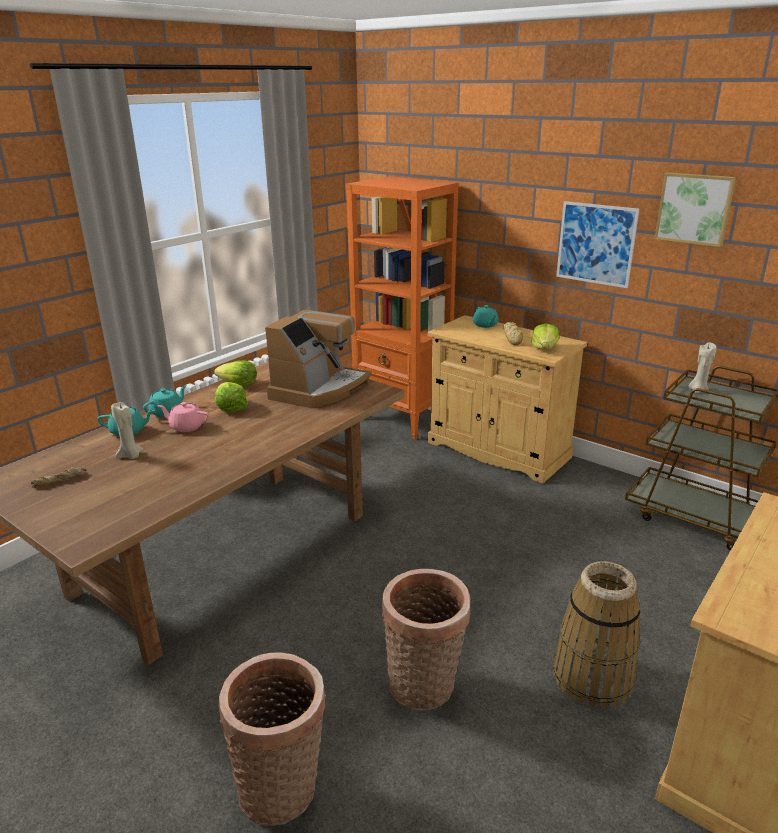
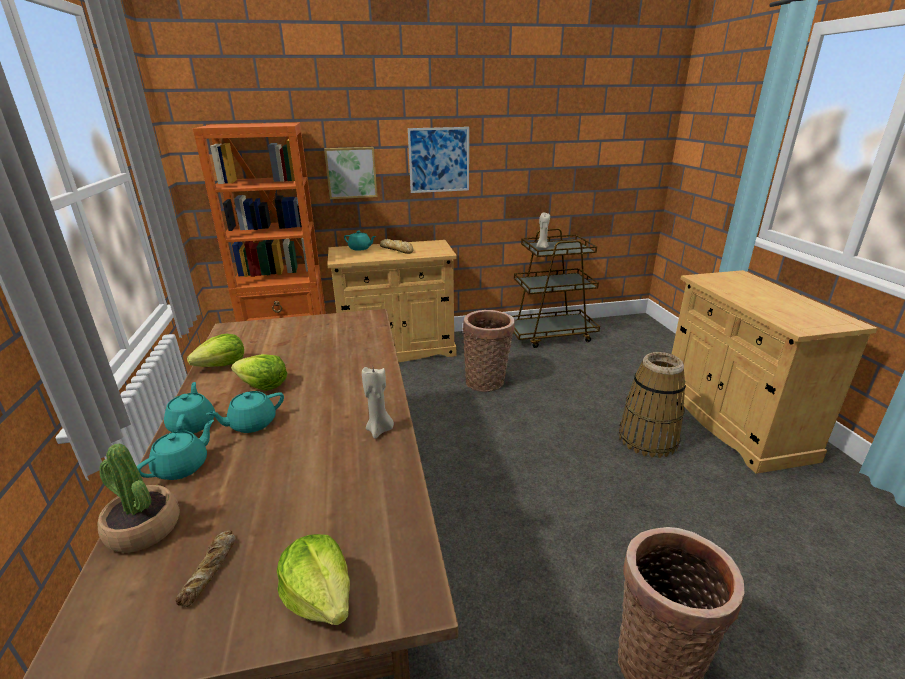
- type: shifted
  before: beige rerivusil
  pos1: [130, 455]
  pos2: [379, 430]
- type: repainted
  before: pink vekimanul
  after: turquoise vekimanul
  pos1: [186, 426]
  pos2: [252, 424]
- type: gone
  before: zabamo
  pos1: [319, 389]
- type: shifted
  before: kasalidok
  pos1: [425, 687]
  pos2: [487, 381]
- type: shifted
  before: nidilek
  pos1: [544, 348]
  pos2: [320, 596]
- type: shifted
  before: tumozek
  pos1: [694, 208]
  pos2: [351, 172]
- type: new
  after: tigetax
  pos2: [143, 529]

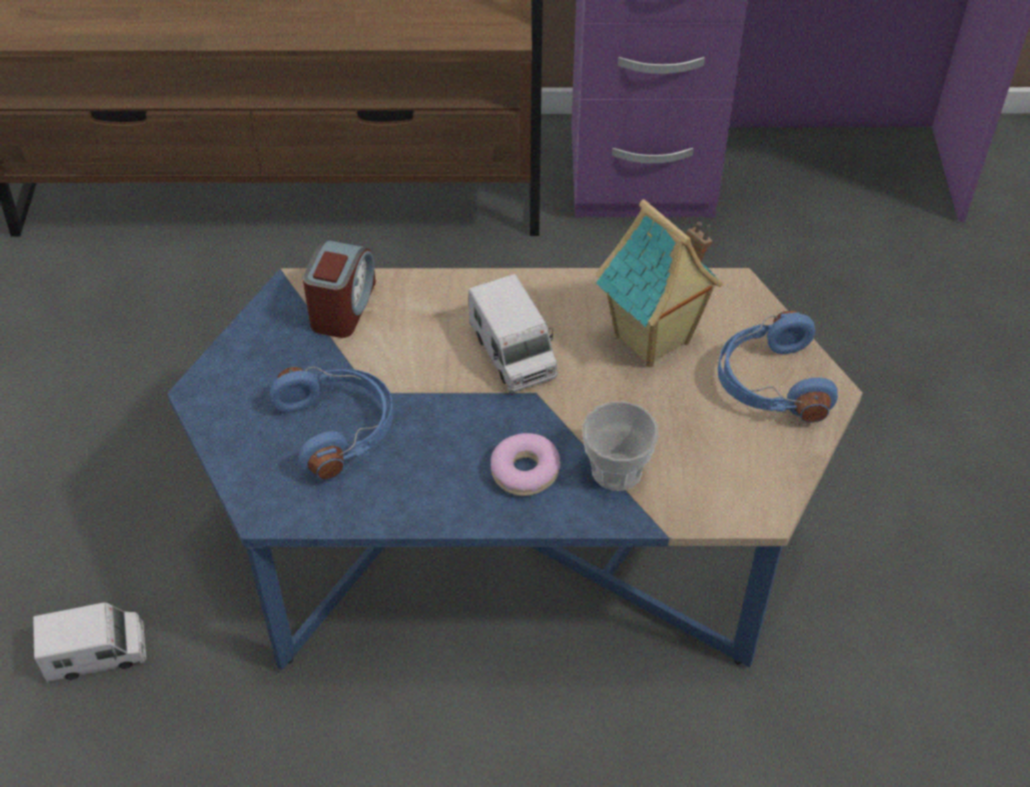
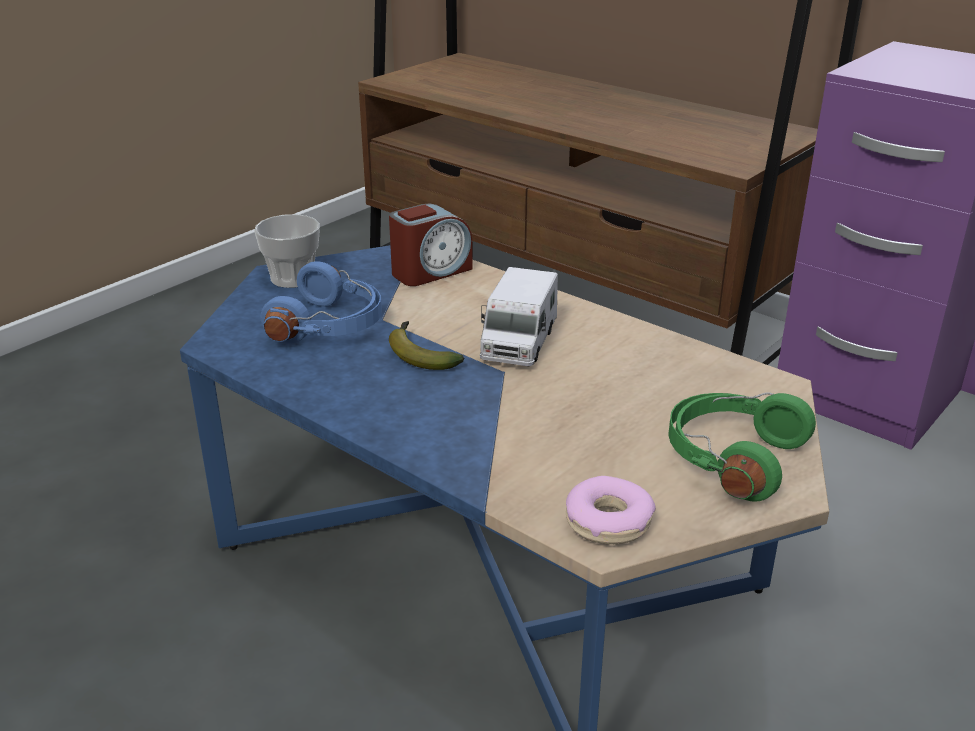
- type: gone
  before: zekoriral
  pos1: [96, 654]
- type: shifted
  before: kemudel
  pos1: [525, 471]
  pos2: [608, 522]
- type: shifted
  before: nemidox
  pos1: [616, 470]
  pos2: [292, 278]
- type: gone
  before: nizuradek
  pos1: [653, 341]
- type: repainted
  before: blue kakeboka
  after: green kakeboka
  pos1: [770, 383]
  pos2: [730, 458]
- type: new
  after: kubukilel
  pos2: [420, 354]

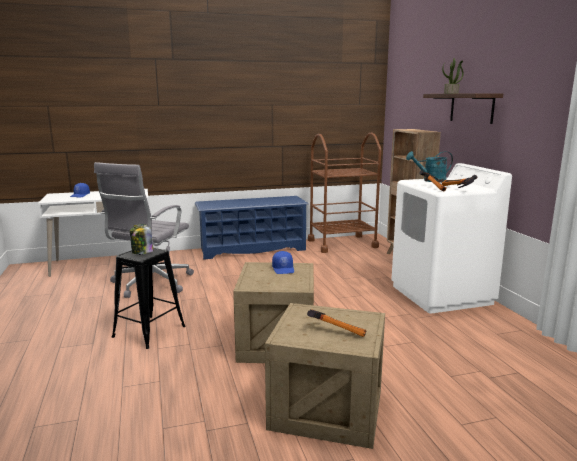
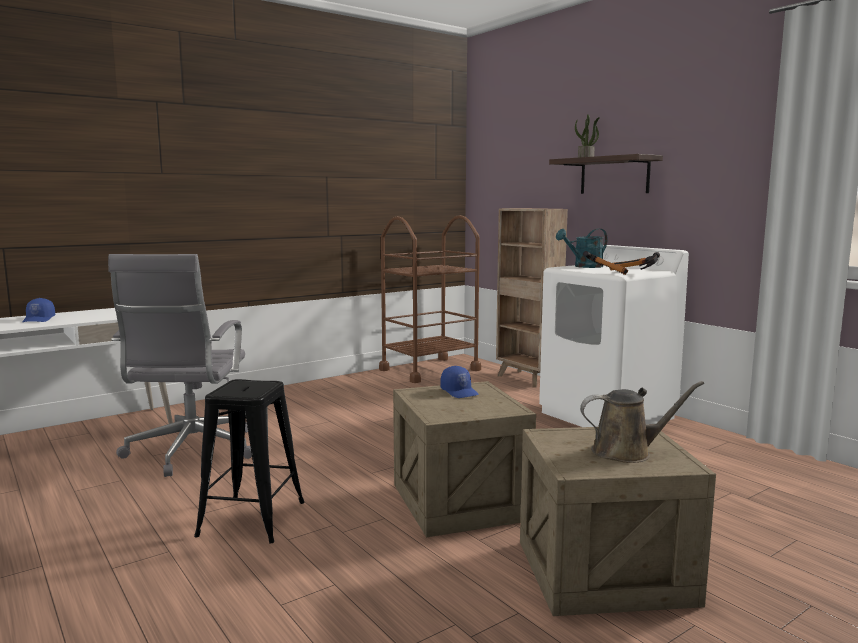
- type: gone
  before: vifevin
  pos1: [142, 252]
- type: gone
  before: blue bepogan
  pos1: [252, 249]
- type: swapped
  before: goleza
  after: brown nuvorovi
  pos1: [337, 331]
  pos2: [627, 452]

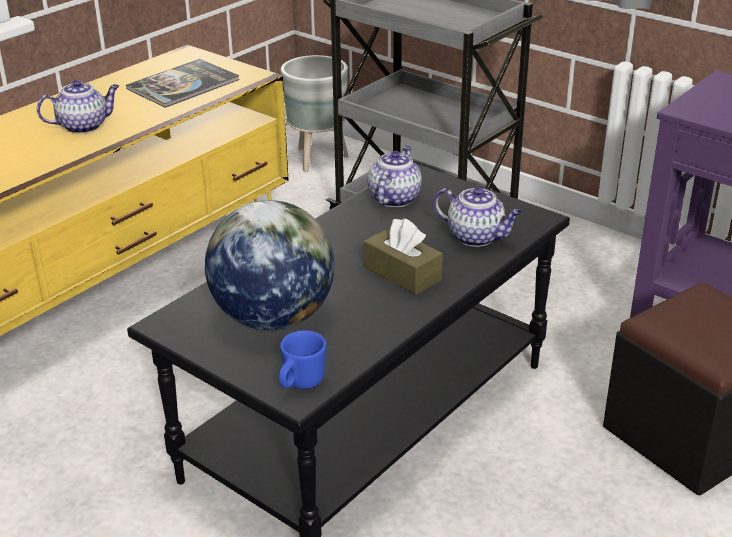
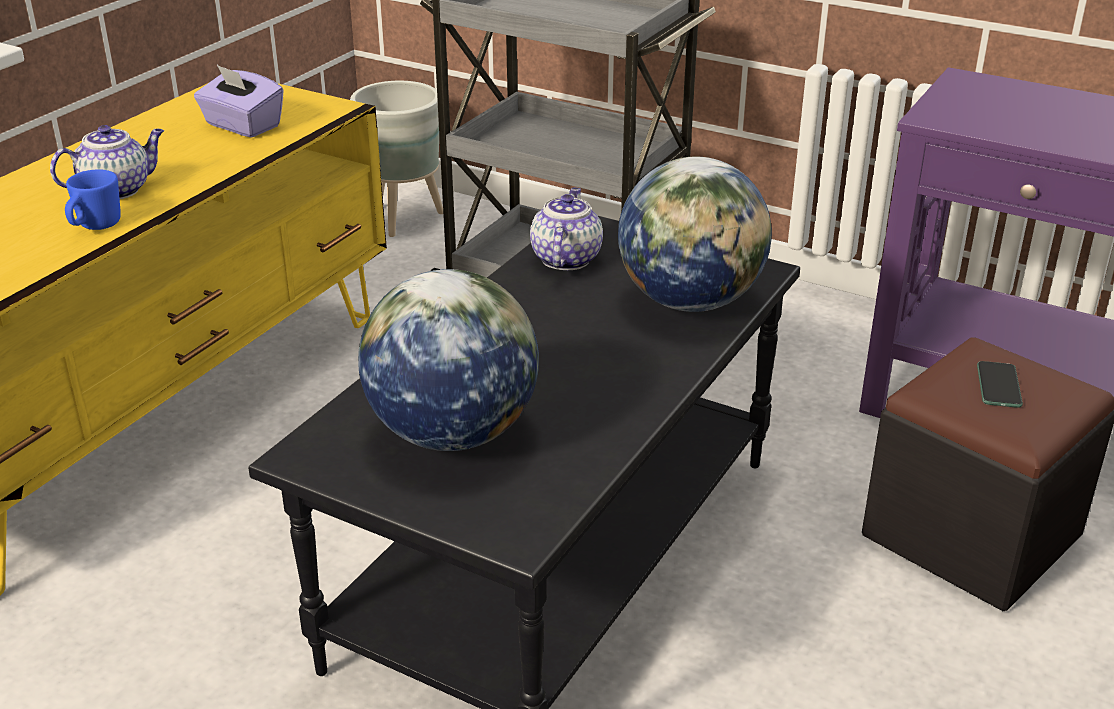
- type: swapped
  before: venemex
  after: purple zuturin
  pos1: [183, 85]
  pos2: [242, 126]
- type: shifted
  before: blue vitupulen
  pos1: [300, 384]
  pos2: [95, 227]
- type: gone
  before: brown zuturin
  pos1: [402, 273]
- type: swapped
  before: vekimanul
  after: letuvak
  pos1: [477, 237]
  pos2: [690, 301]
- type: new
  after: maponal
  pos2: [998, 386]

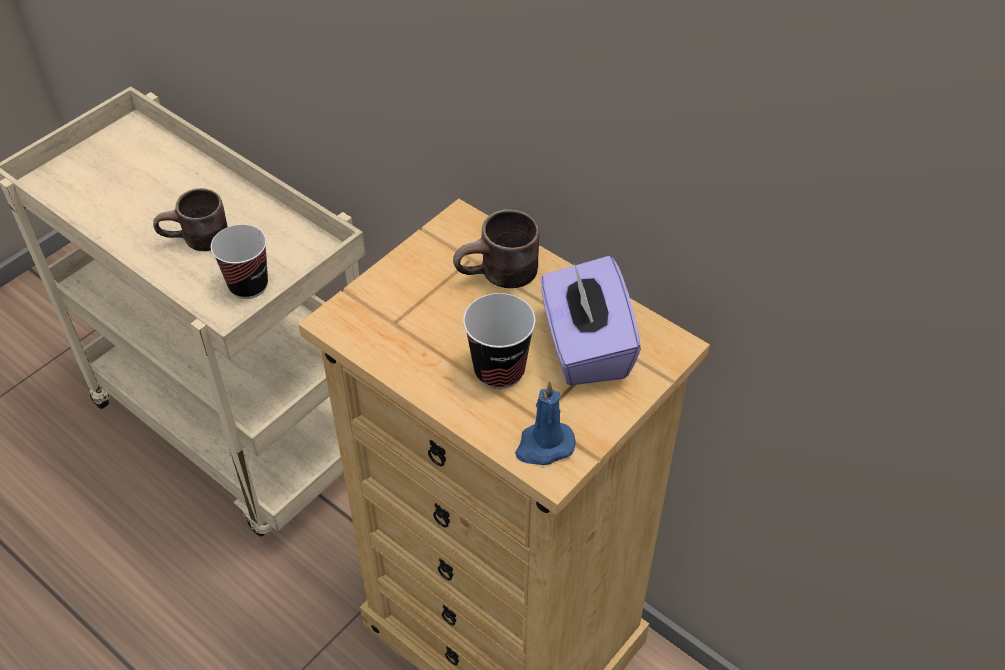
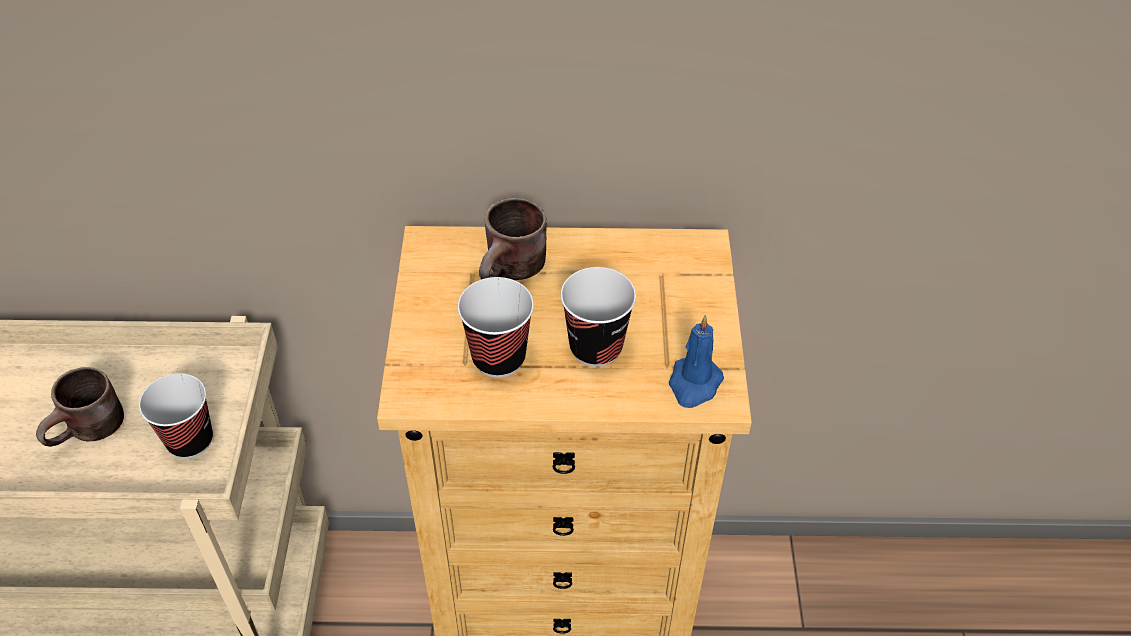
- type: gone
  before: purple zuturin
  pos1: [585, 347]
- type: new
  after: nemidox
  pos2: [498, 358]

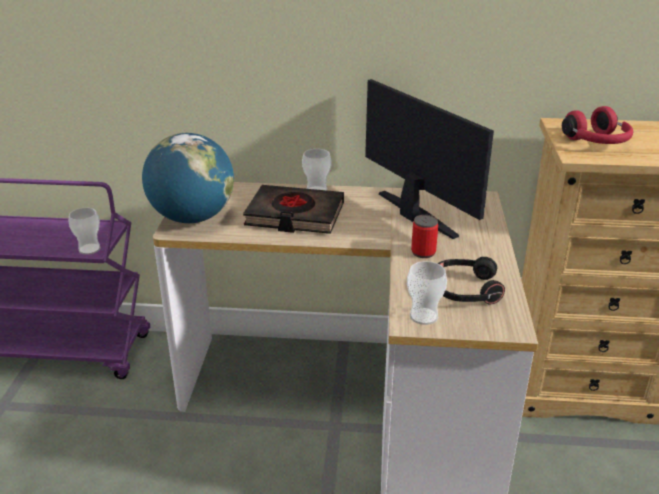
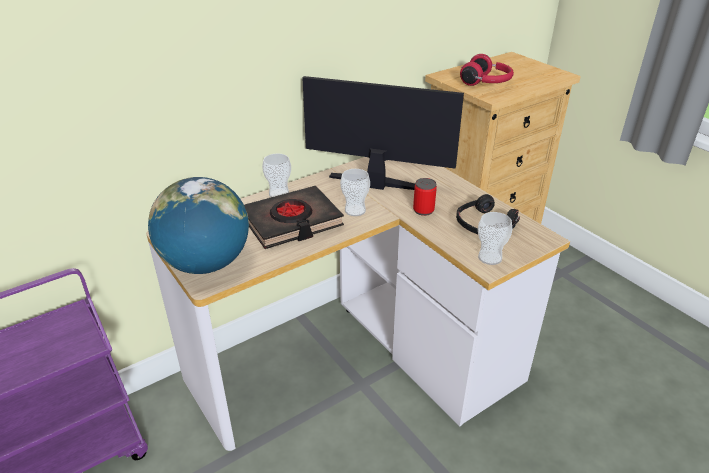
- type: shifted
  before: nemidox
  pos1: [89, 249]
  pos2: [355, 210]

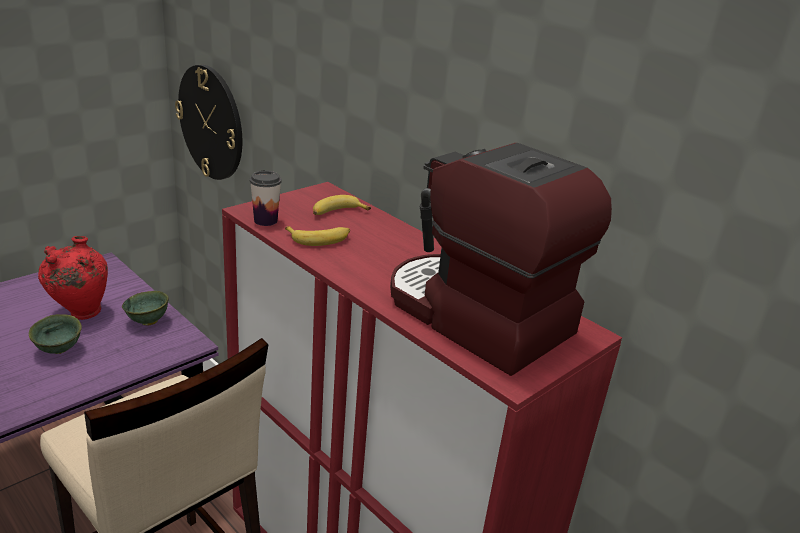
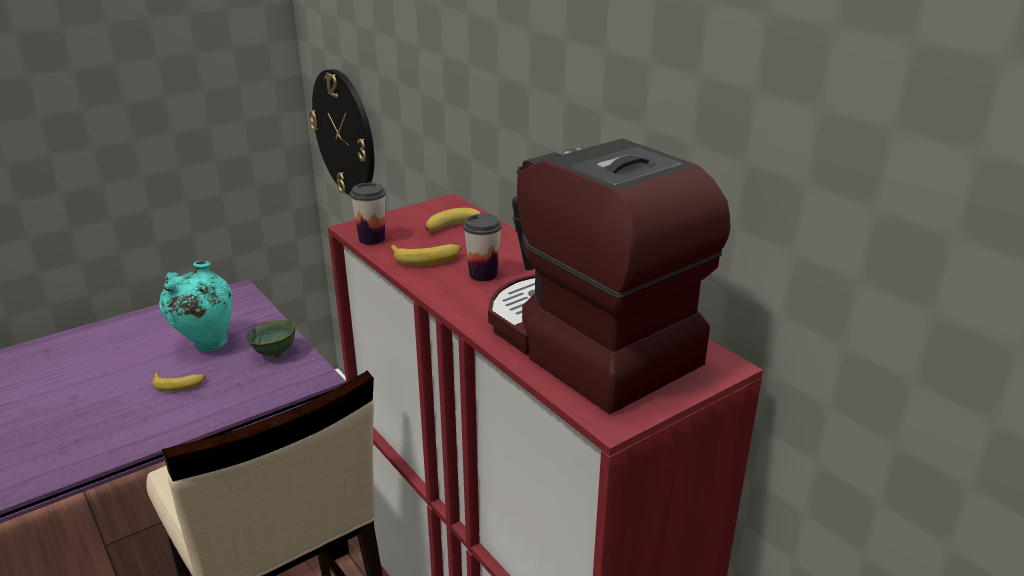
- type: swapped
  before: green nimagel
  after: kubukilel
  pos1: [60, 350]
  pos2: [179, 384]
- type: repainted
  before: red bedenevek
  after: turquoise bedenevek
  pos1: [80, 314]
  pos2: [206, 345]
- type: new
  after: nemidox
  pos2: [483, 274]

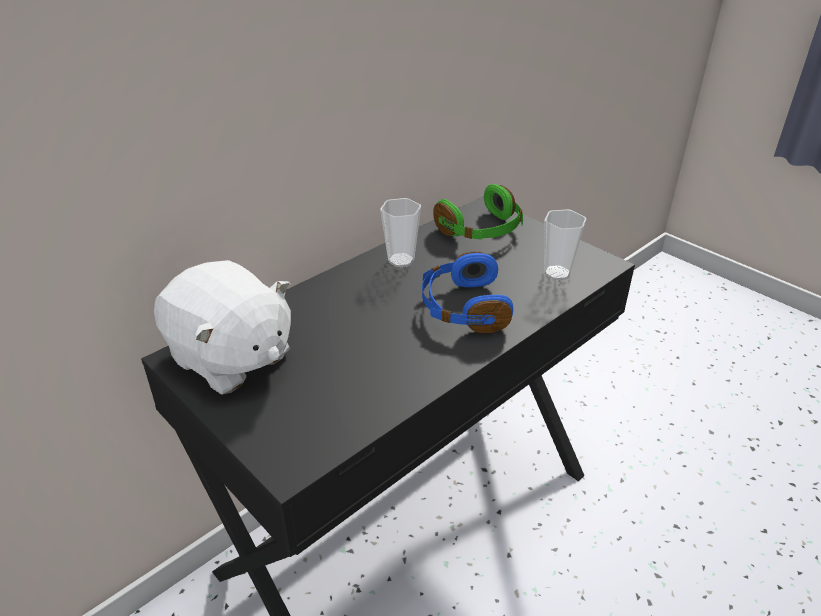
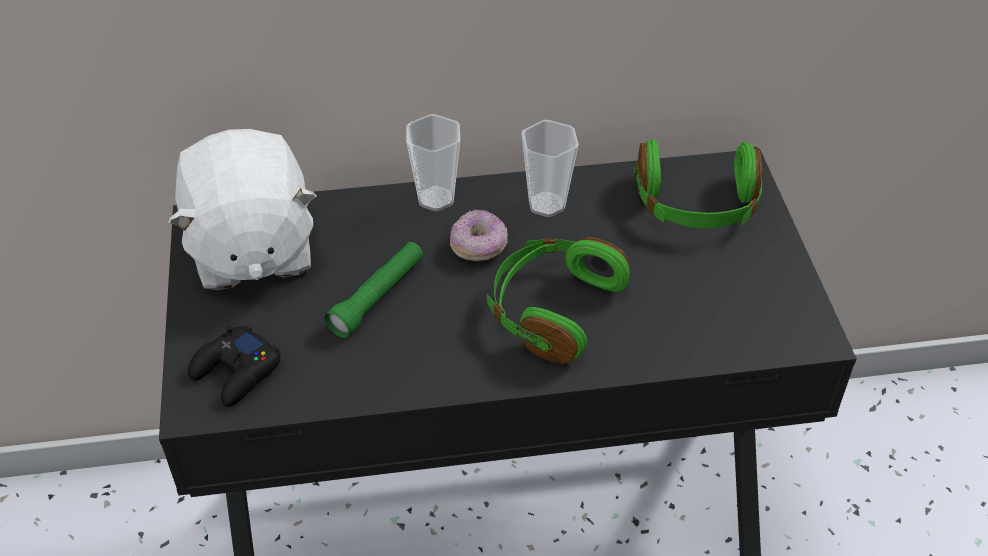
- type: repainted
  before: blue kakeboka
  after: green kakeboka
  pos1: [463, 308]
  pos2: [552, 309]
- type: shifted
  before: nemidox
  pos1: [557, 273]
  pos2: [436, 199]
- type: new
  after: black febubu
  pos2: [236, 372]
- type: new
  after: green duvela
  pos2: [378, 297]
- type: new
  after: kemudel
  pos2: [479, 246]

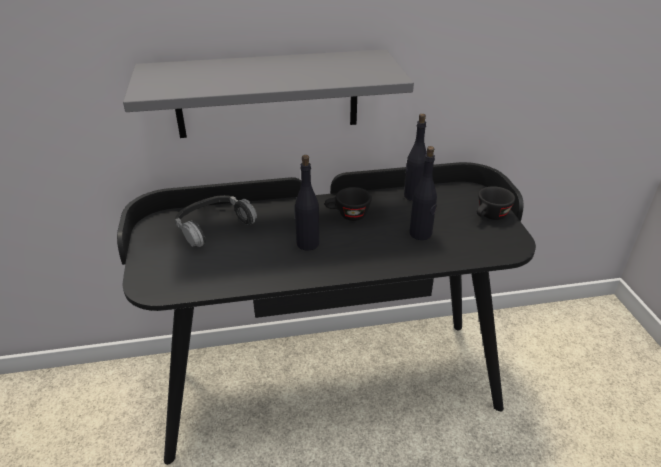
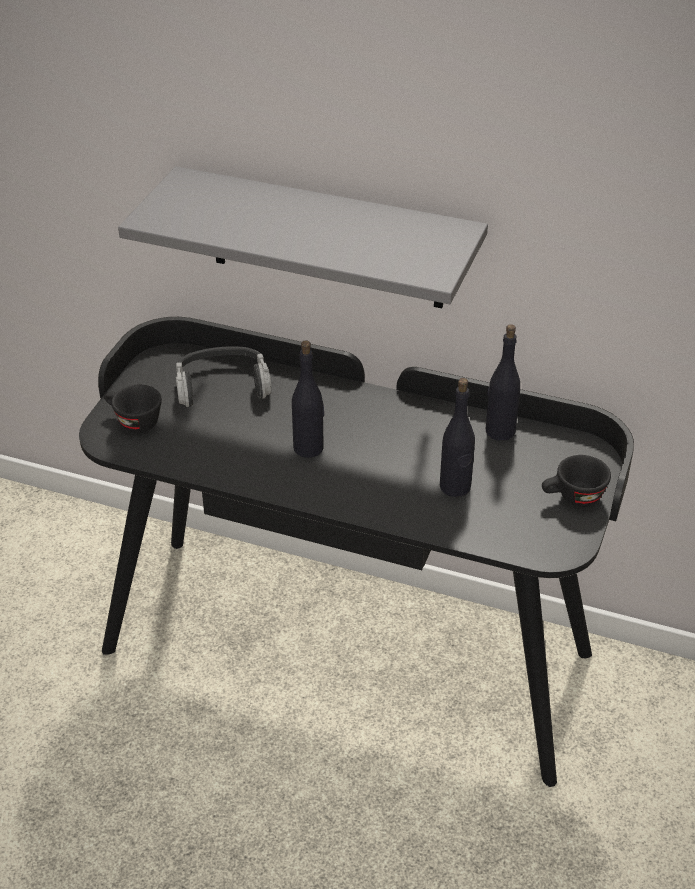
- type: shifted
  before: black nemidox
  pos1: [347, 215]
  pos2: [133, 422]

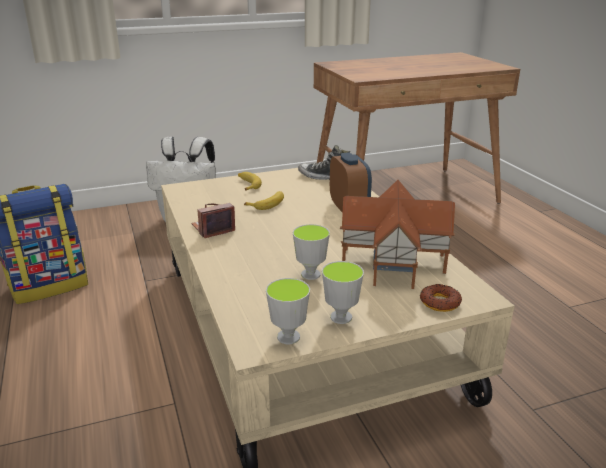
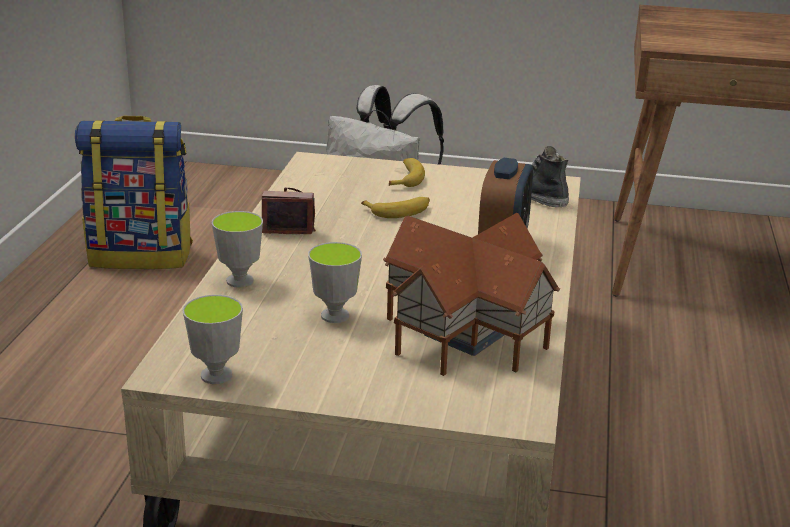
- type: shifted
  before: nemidox
  pos1: [341, 317]
  pos2: [239, 281]
- type: gone
  before: kemudel
  pos1: [439, 302]

